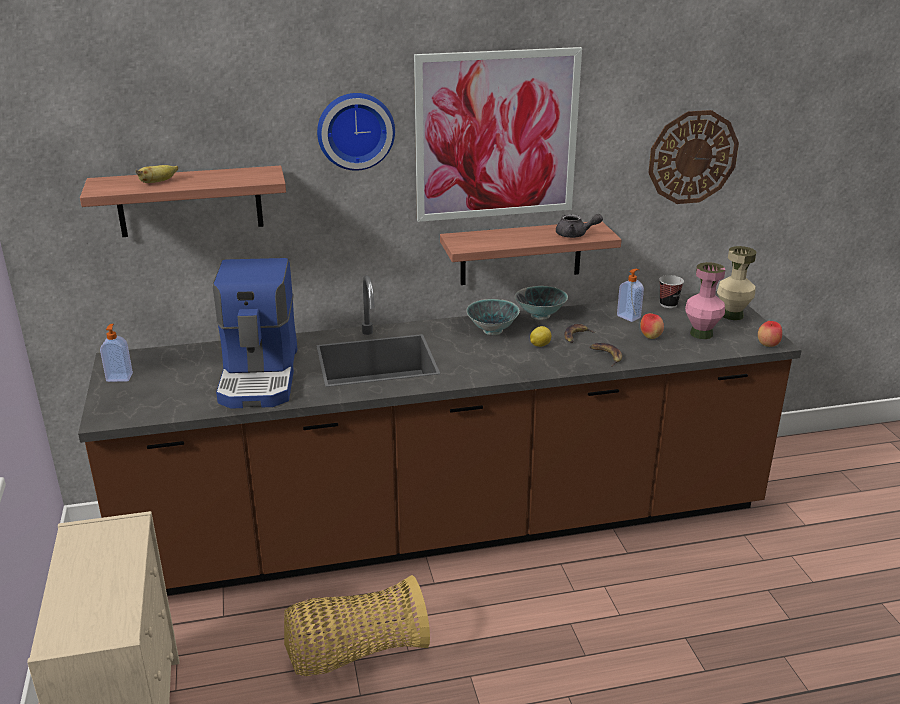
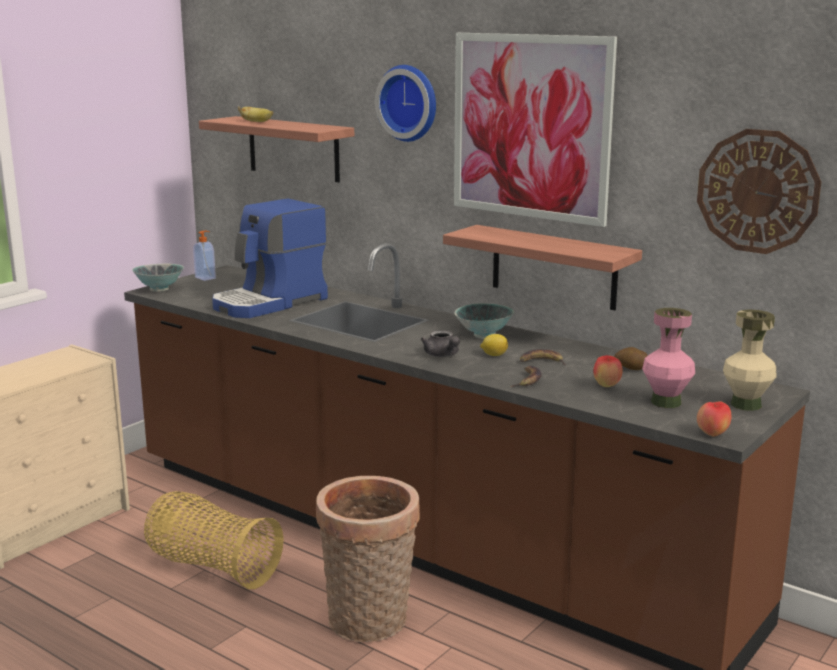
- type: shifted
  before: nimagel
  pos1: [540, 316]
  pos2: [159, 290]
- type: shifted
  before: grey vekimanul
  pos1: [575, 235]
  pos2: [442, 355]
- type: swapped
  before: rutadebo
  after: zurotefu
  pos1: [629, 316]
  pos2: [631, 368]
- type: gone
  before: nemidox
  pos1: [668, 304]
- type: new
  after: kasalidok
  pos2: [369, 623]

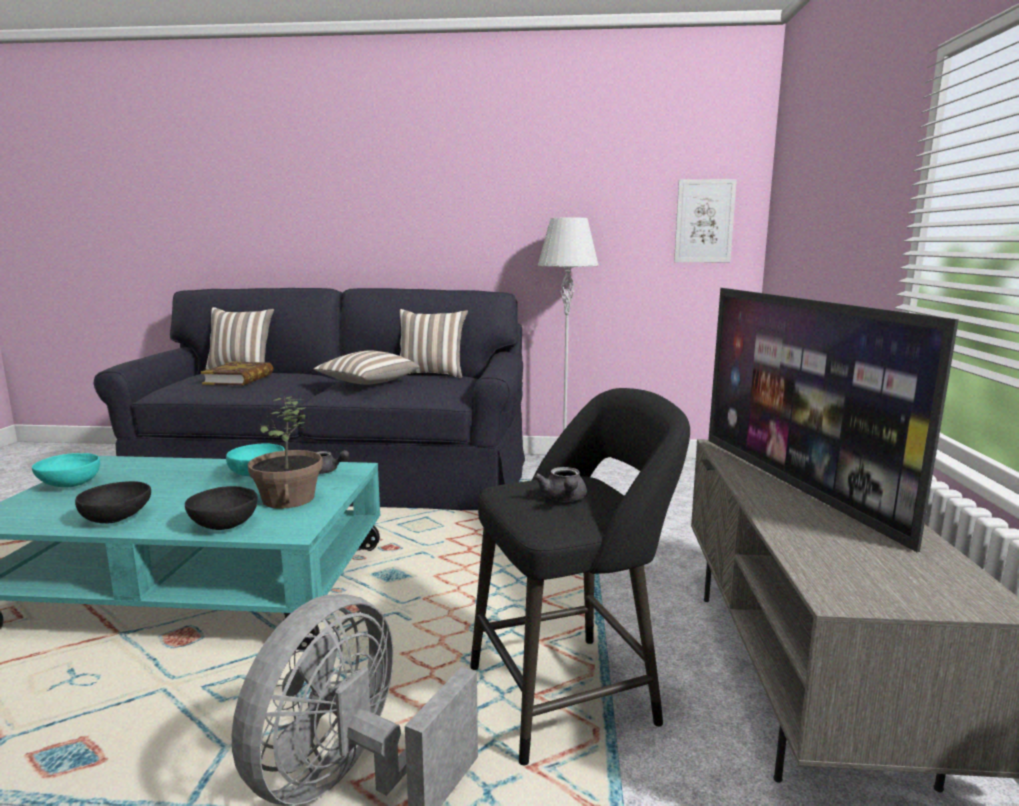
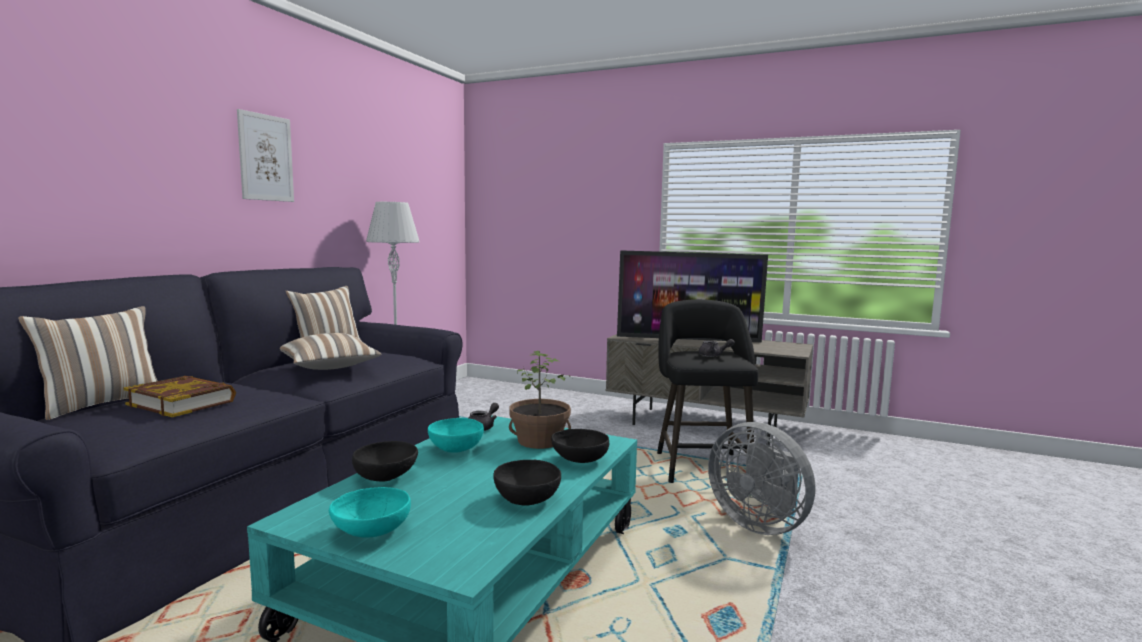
- type: shifted
  before: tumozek
  pos1: [704, 221]
  pos2: [266, 158]
- type: new
  after: black nimagel
  pos2: [387, 476]

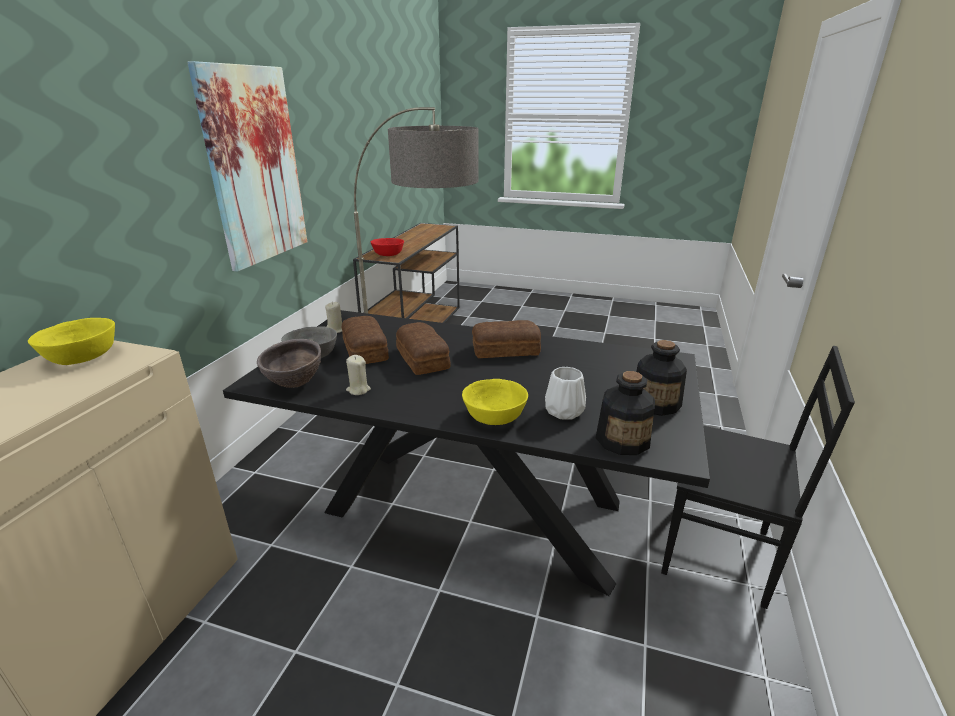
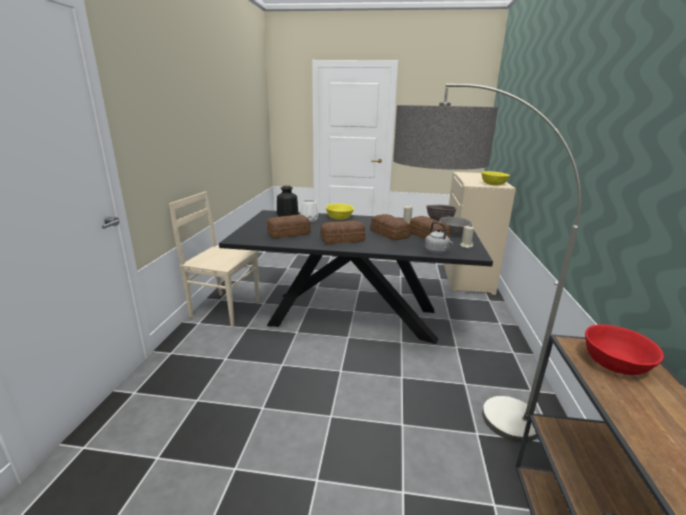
- type: gone
  before: tumozek
  pos1: [254, 167]
- type: gone
  before: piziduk
  pos1: [656, 403]
- type: repainted
  before: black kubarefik
  after: beige kubarefik
  pos1: [720, 553]
  pos2: [224, 308]
- type: new
  after: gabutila
  pos2: [288, 233]
- type: new
  after: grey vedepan
  pos2: [437, 251]

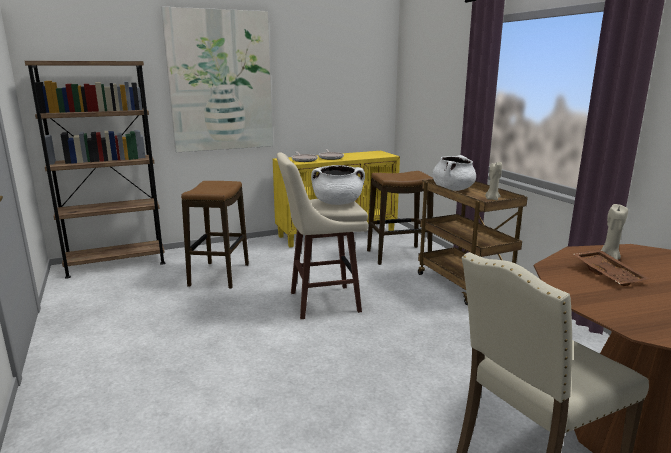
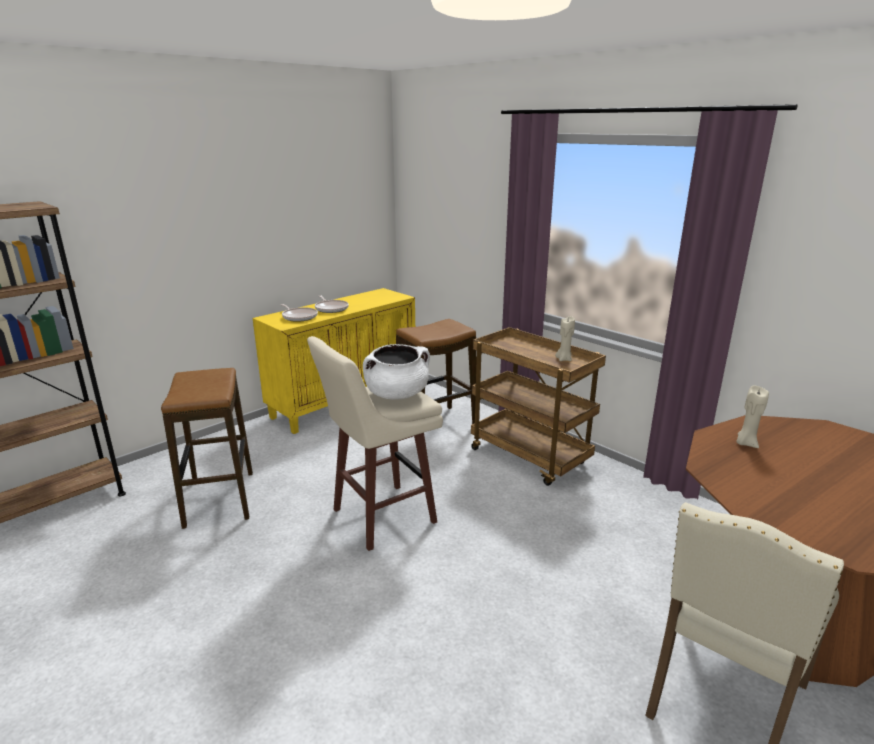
- type: gone
  before: tumozek
  pos1: [221, 81]
- type: gone
  before: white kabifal
  pos1: [453, 189]
- type: gone
  before: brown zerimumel
  pos1: [608, 274]

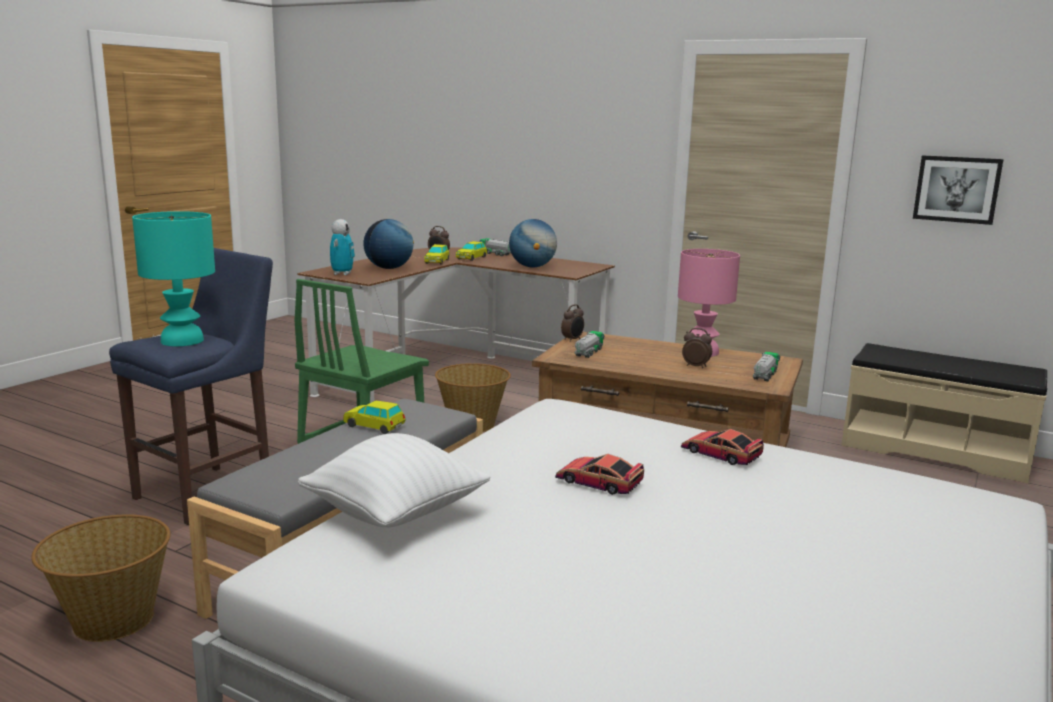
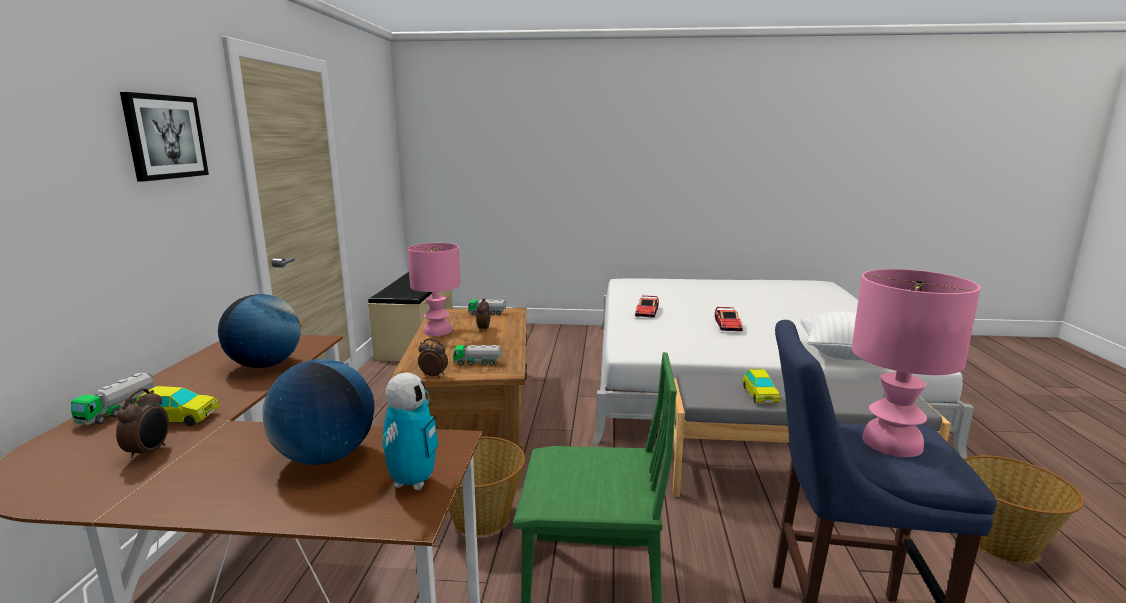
- type: repainted
  before: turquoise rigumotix
  after: pink rigumotix
  pos1: [183, 340]
  pos2: [890, 443]
- type: rotated
  before: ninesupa
  pos1: [342, 274]
  pos2: [413, 482]
  turn: 120
- type: gone
  before: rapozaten
  pos1: [437, 262]
- type: shifted
  before: tumozek
  pos1: [957, 189]
  pos2: [164, 137]

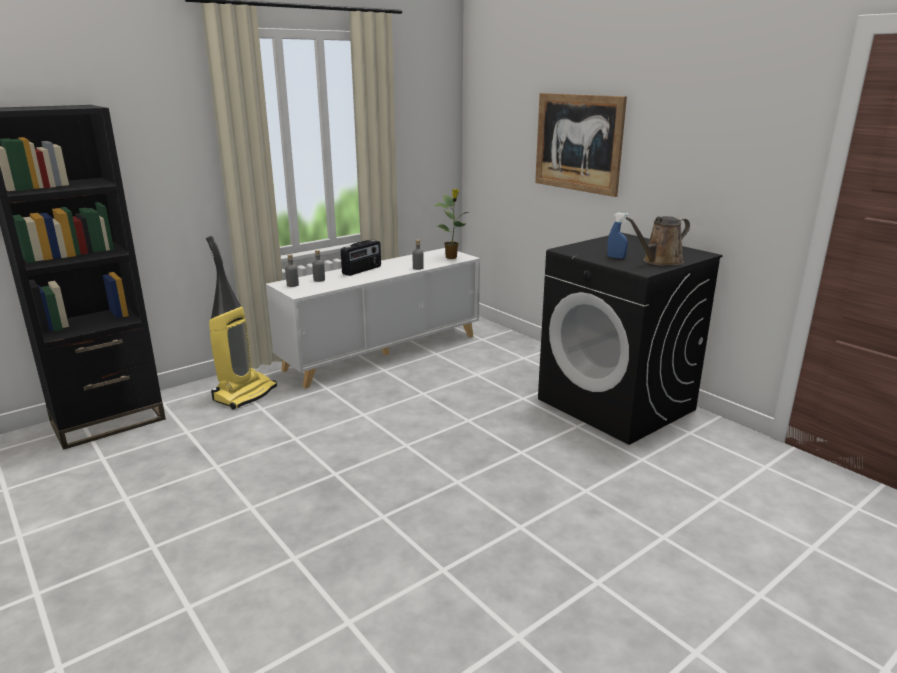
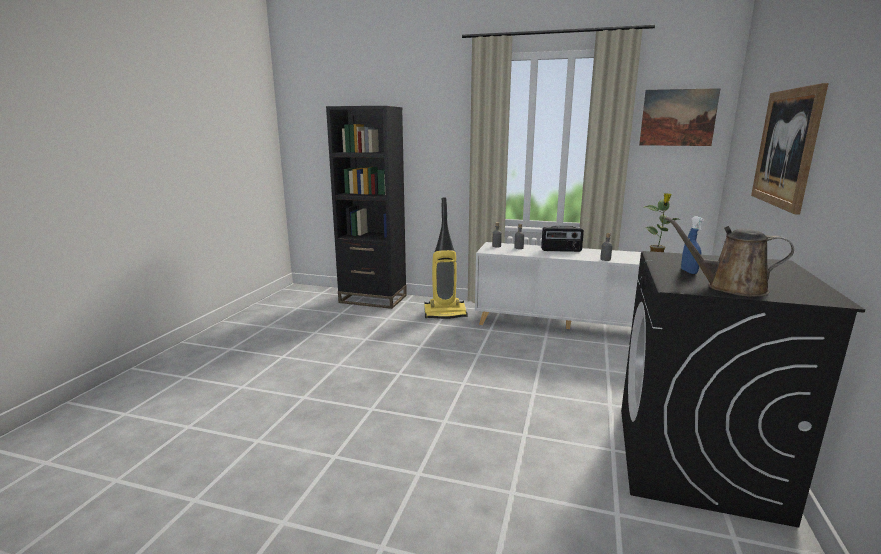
- type: new
  after: tumozek
  pos2: [678, 117]

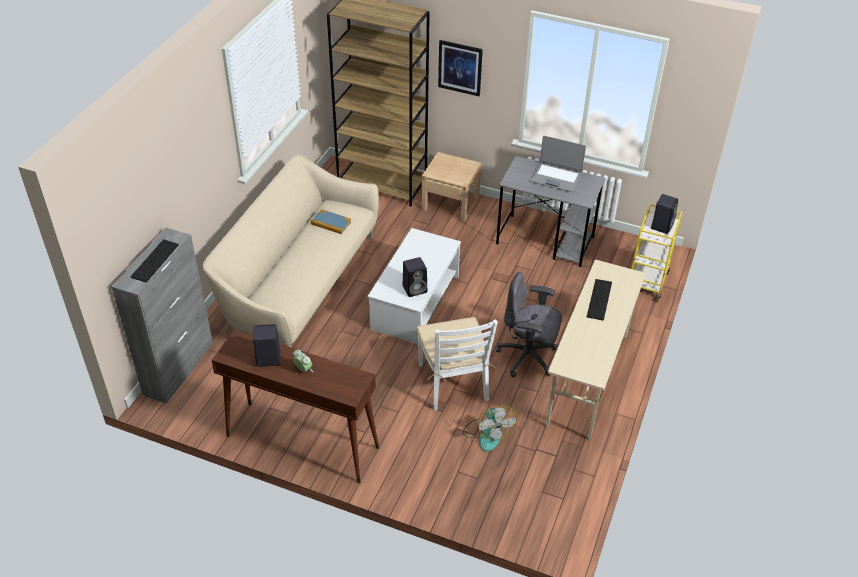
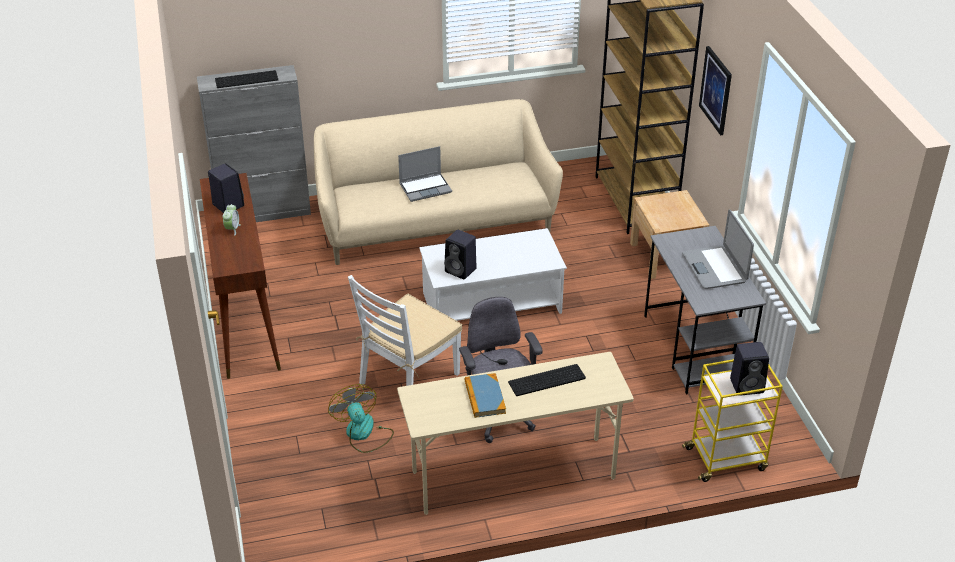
- type: shifted
  before: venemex
  pos1: [331, 223]
  pos2: [484, 397]
- type: rotated
  before: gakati
  pos1: [487, 433]
  pos2: [363, 434]
  turn: 120
- type: new
  after: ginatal
  pos2: [426, 188]

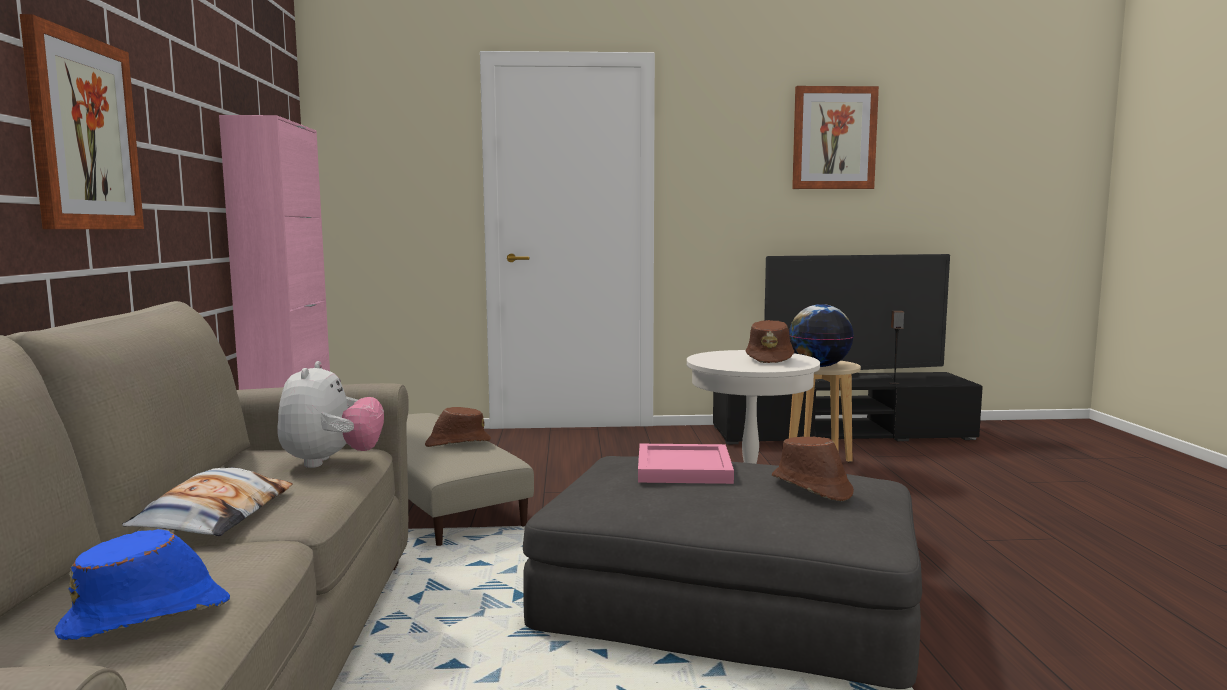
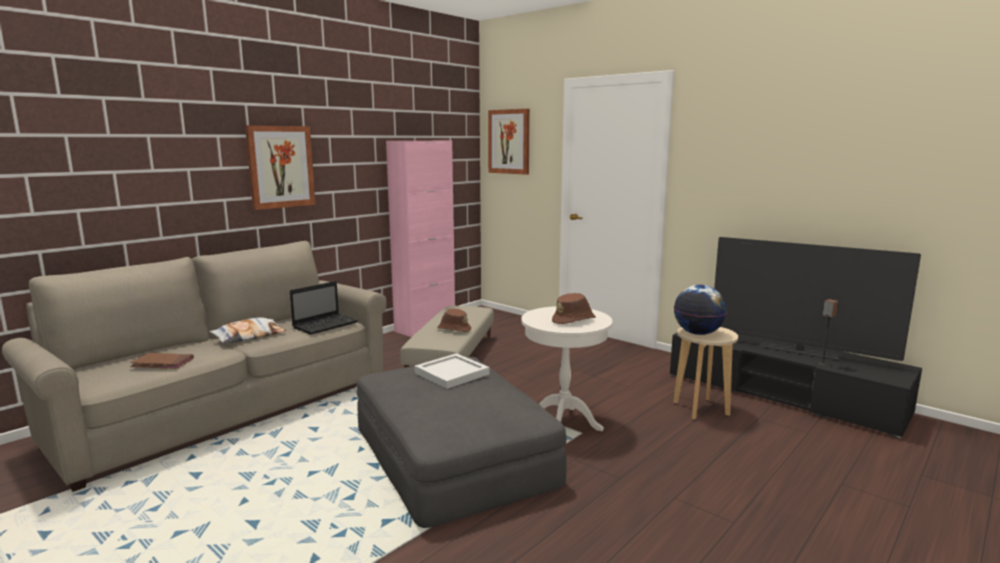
- type: swapped
  before: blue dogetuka
  after: brown venemex
  pos1: [149, 617]
  pos2: [163, 363]
- type: swapped
  before: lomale
  after: ginatal
  pos1: [331, 462]
  pos2: [326, 325]
- type: repainted
  before: pink zerimumel
  after: white zerimumel
  pos1: [682, 469]
  pos2: [450, 373]
- type: gone
  before: brown dogetuka
  pos1: [811, 488]
- type: shifted
  before: tumozek
  pos1: [834, 138]
  pos2: [509, 141]

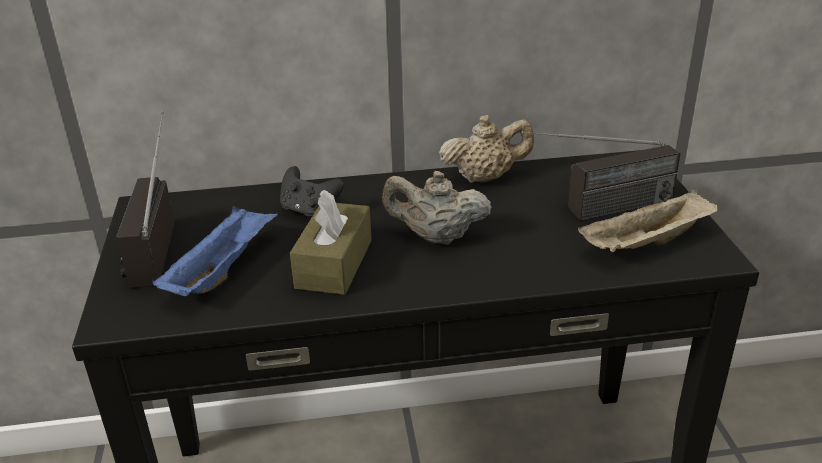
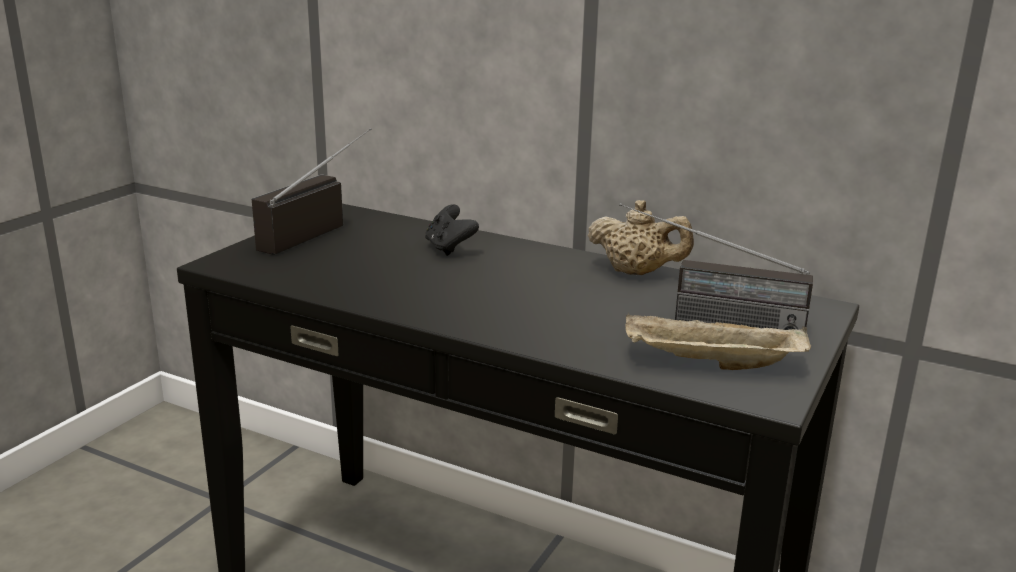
- type: gone
  before: blue zerimumel
  pos1: [222, 270]
- type: gone
  before: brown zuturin
  pos1: [334, 264]
- type: gone
  before: beige vekimanul
  pos1: [436, 237]

